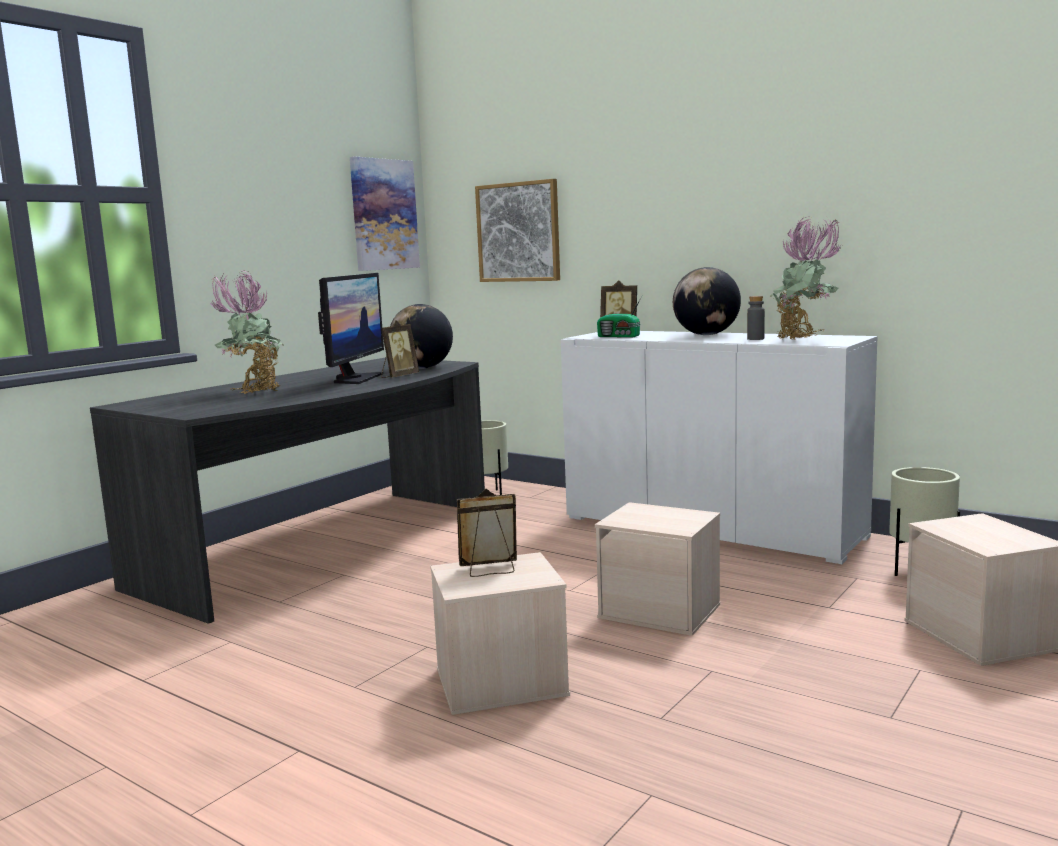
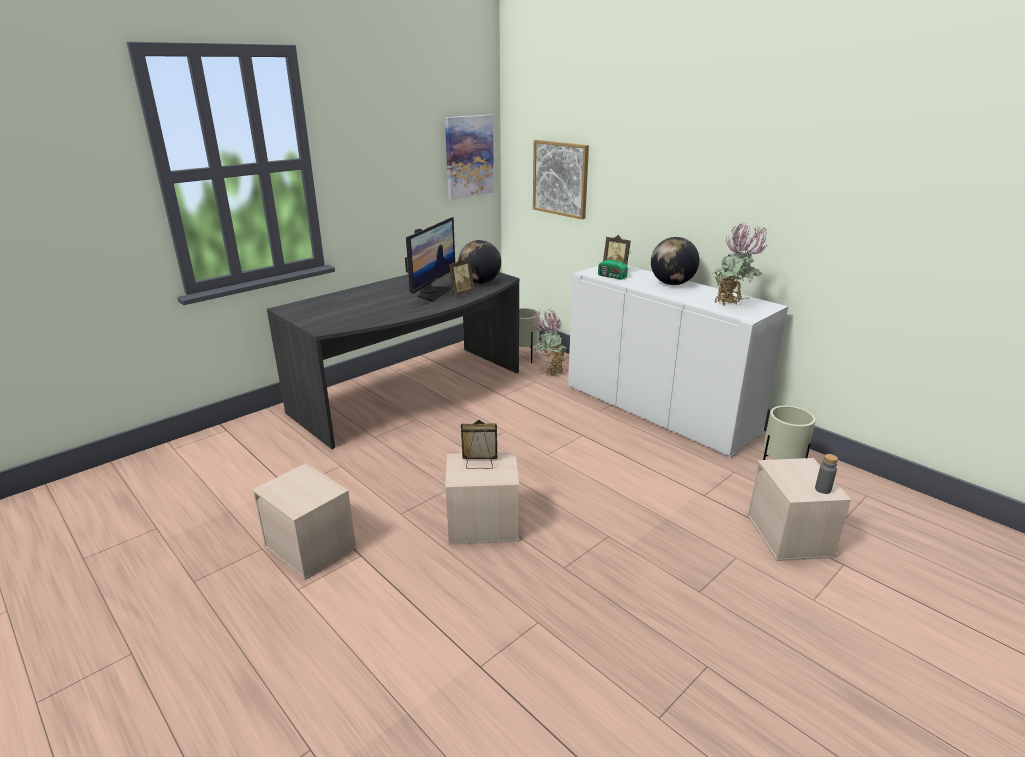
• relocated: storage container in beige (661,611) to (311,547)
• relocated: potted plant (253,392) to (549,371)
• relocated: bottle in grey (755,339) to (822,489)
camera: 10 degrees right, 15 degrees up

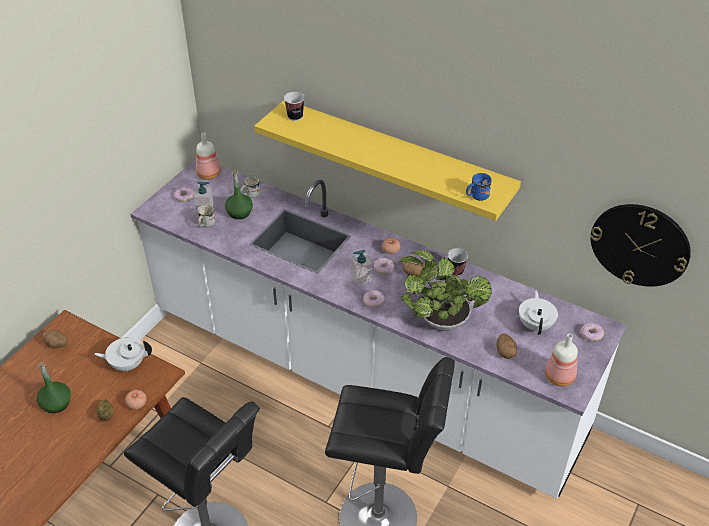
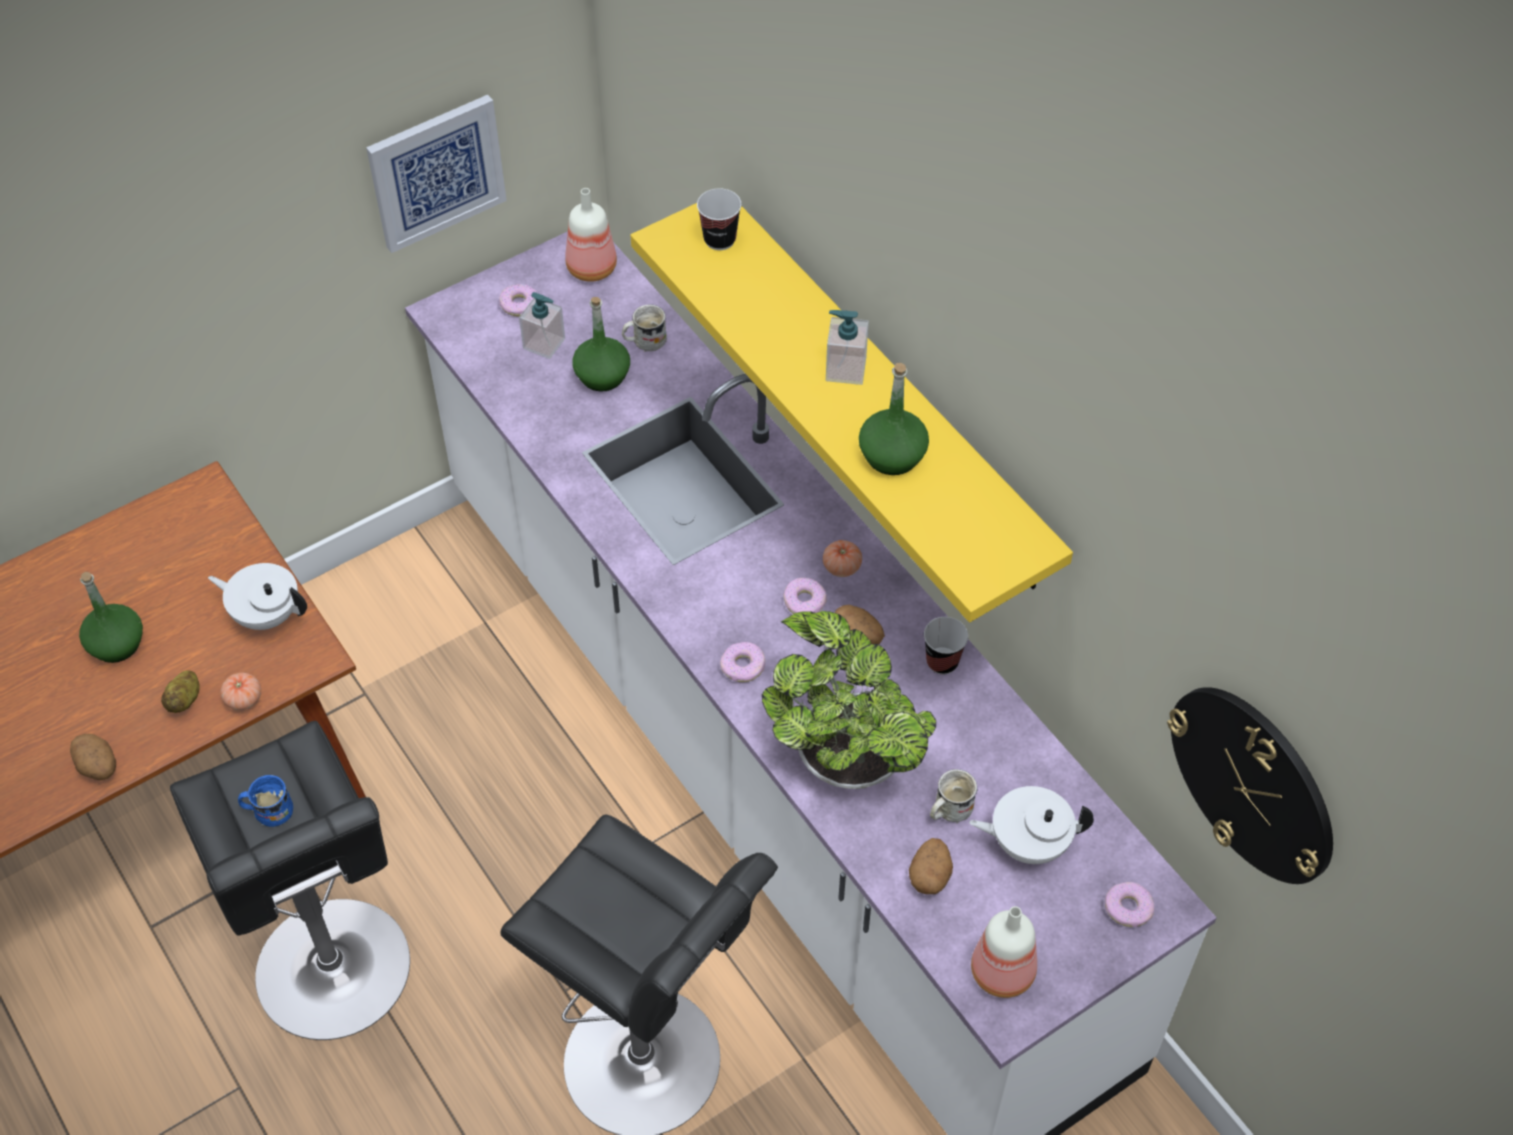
• relocated: spud (57,344) to (98,767)
• relocated: tea mug in blue (476,196) to (268,811)
• appeared: wall picture (436,172)
• relocated: liquid soap bottle (361,277) to (845,369)
• appeared: bottle in greenish (892,455)
• relocated: tea mug in white (205,224) to (948,810)
• spun: teapot in white (535,325) = (1028,842) 120 degrees counterclockwise
camera: 25 degrees right, 10 degrees up

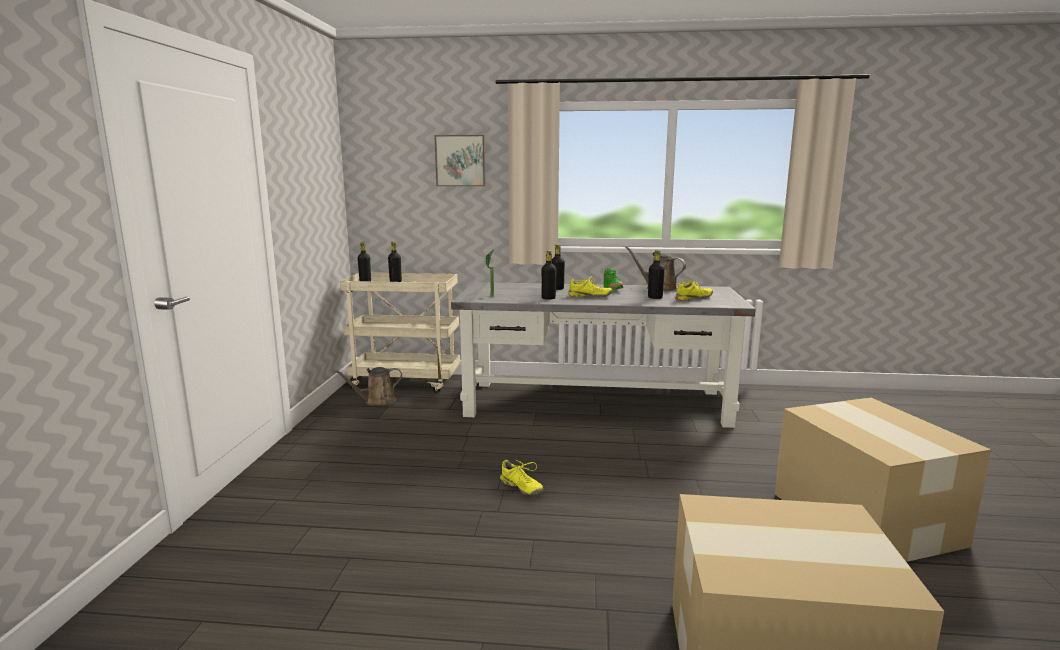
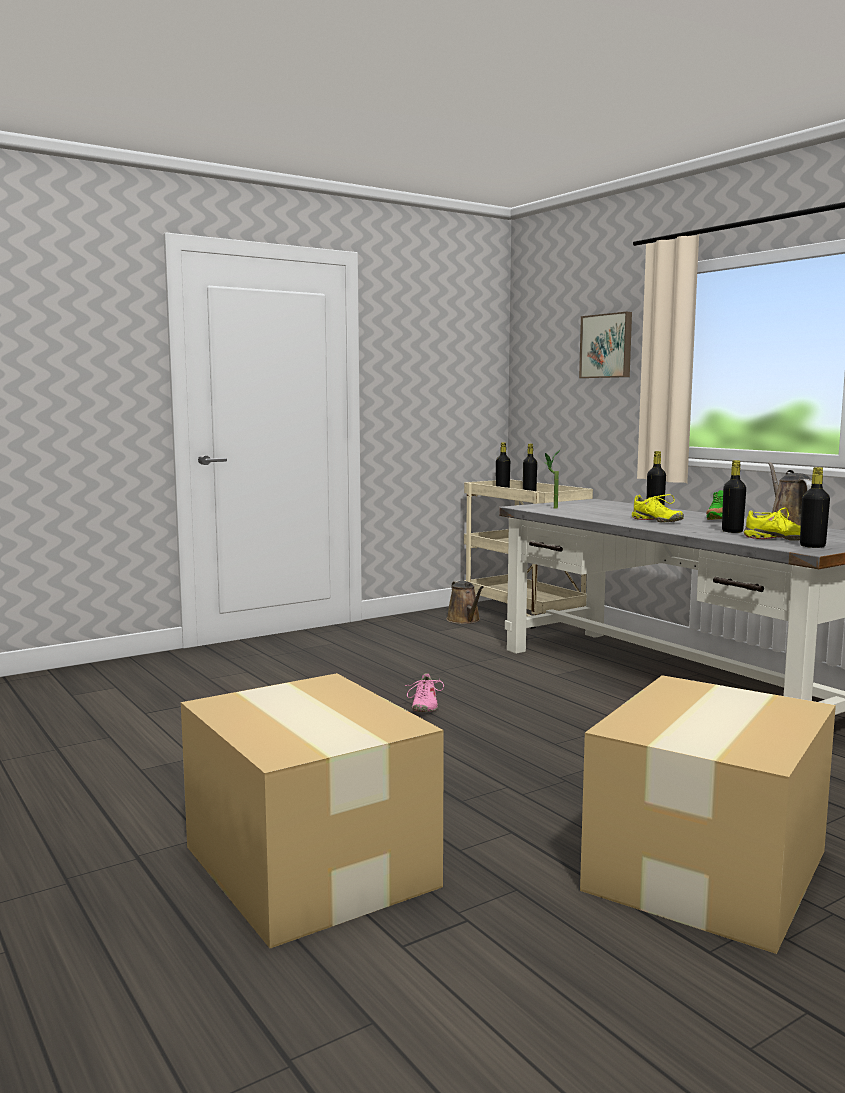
• colour: item of footwear in yellow-coloured (521,487) to item of footwear in pink (424,706)
• spun: watering pot in brown-coloured (377,401) = (465,620) 135 degrees counterclockwise
• relocated: bottle in black (548,298) to (812,546)
camera: 50 degrees right, 5 degrees down

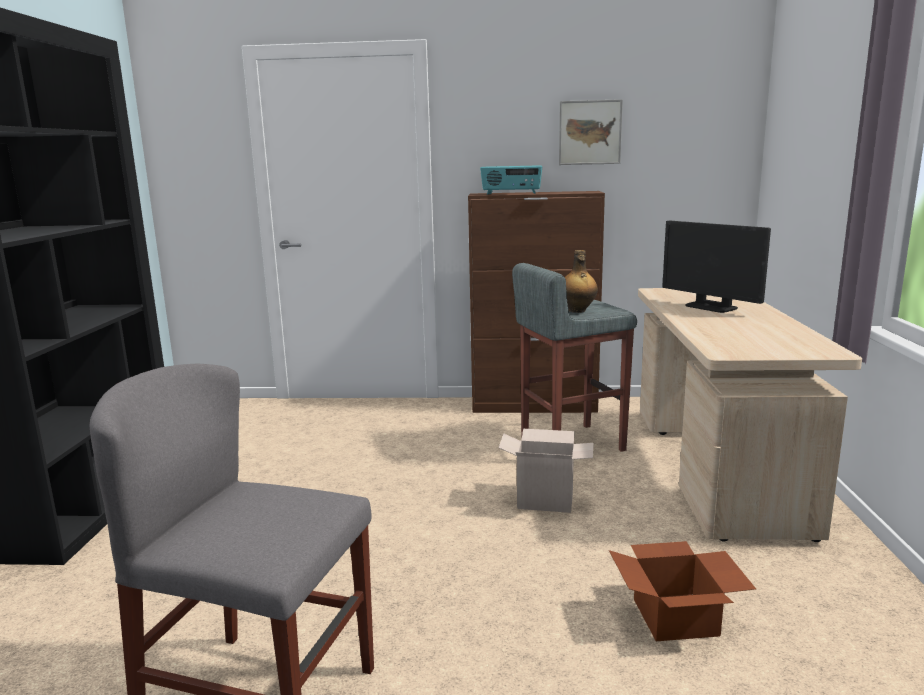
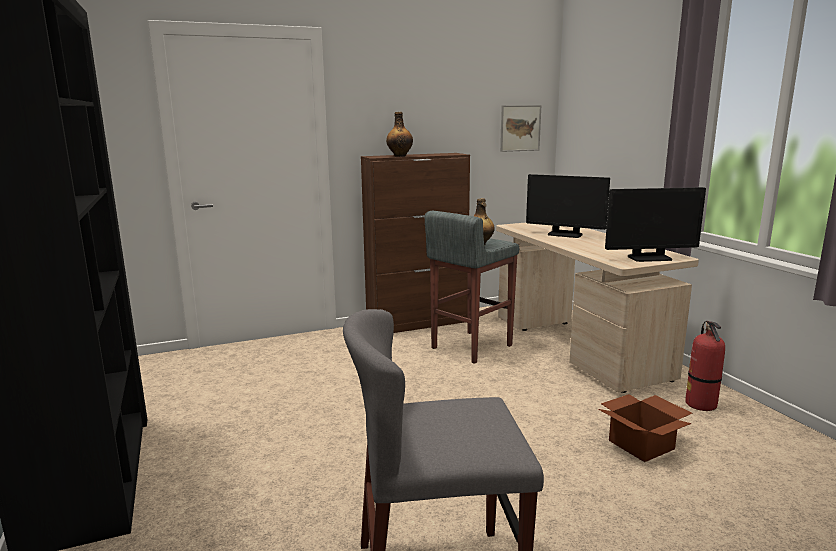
• exchanged: radio set (511,193) to bottle (400,156)
• relocated: wall picture (590,132) to (520,128)
• appeared: computer display (649,258)
• appeared: extinguisher (701,404)
• missing: packing box (547,501)
camera: 25 degrees left, 0 degrees up

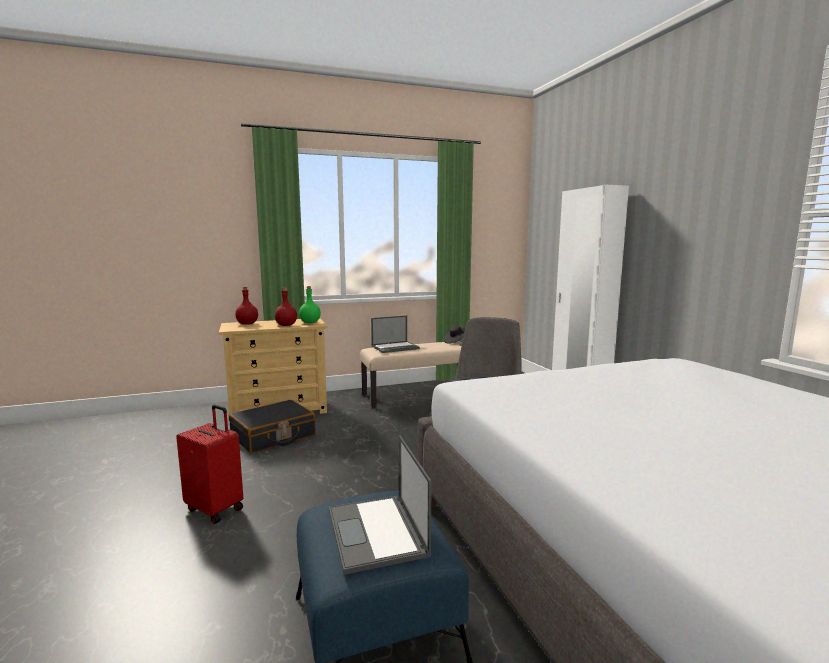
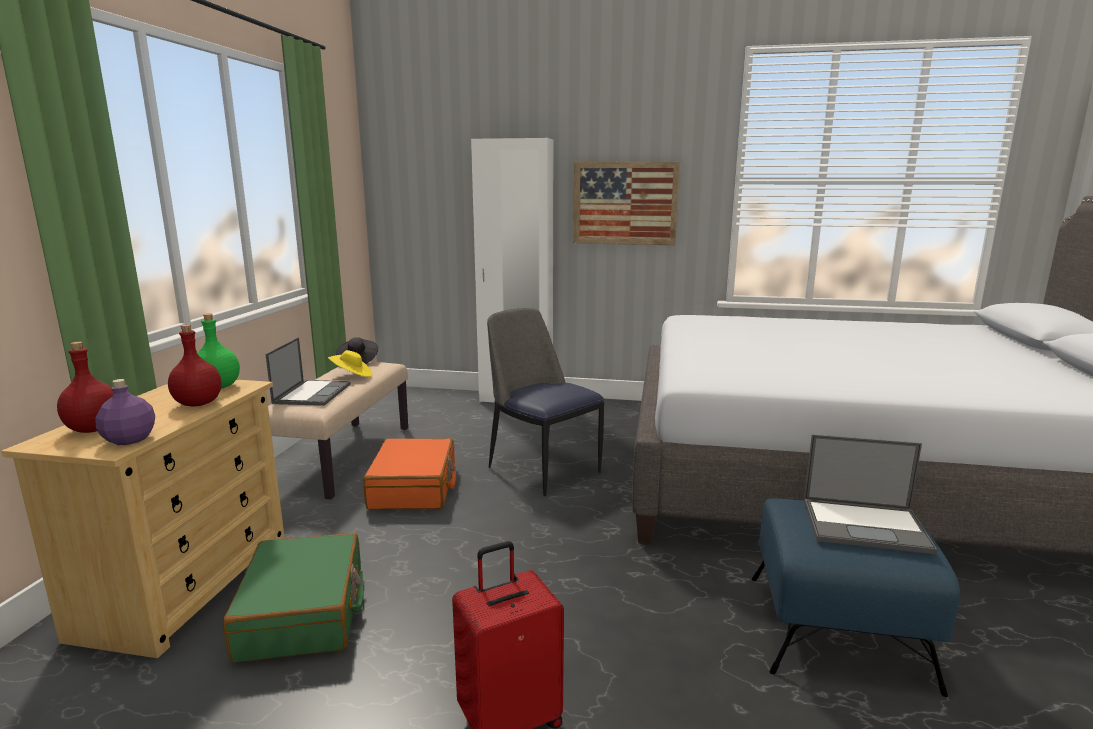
• appeared: bottle in purple (129,439)
• colour: piece of luggage in black (273,436) to piece of luggage in greenish (303,613)
• appeared: clothing hat in yellow-coloured (352,376)
• appeared: piece of luggage in orange-coloured (414,488)
• appeared: wall picture (625,203)
camera: 60 degrees left, 5 degrees up

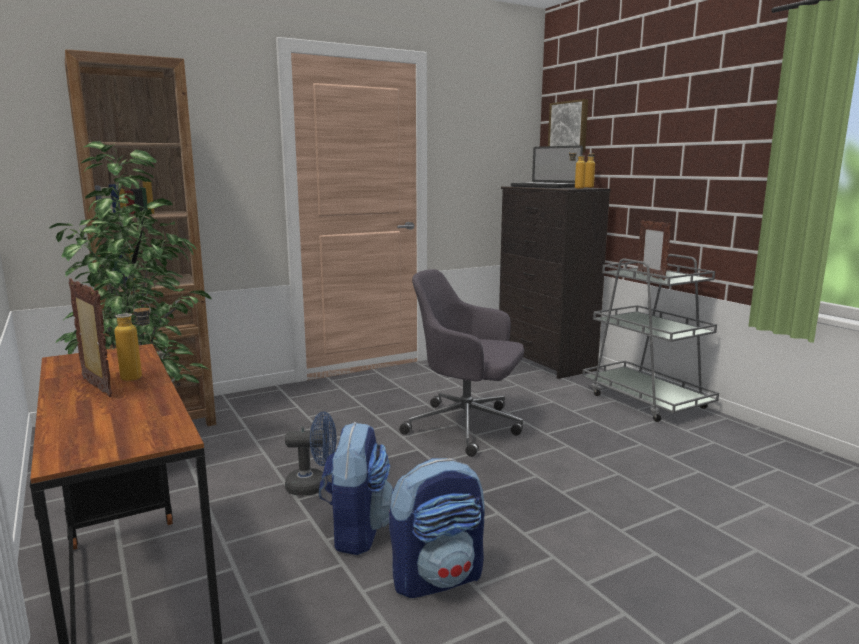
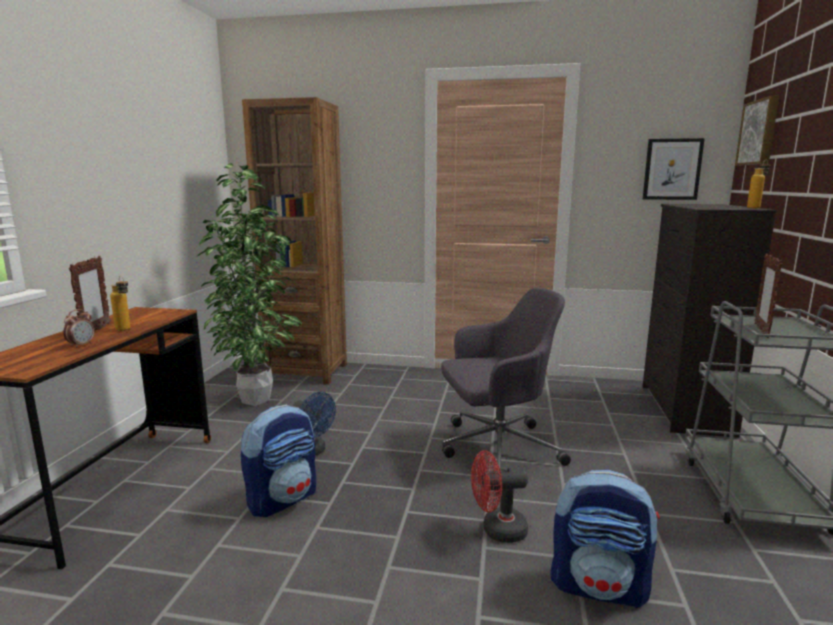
• appeared: table clock (81,345)
• spun: office chair in grey (467,427) = (496,448) 105 degrees clockwise
• appeared: cooling fan in reddish (497,530)
• relocated: rucksack (438,578) to (599,586)
• appeared: wall picture (672,169)
• missing: notebook computer (545,186)
• missing: bottle (575,188)
camera: 40 degrees right, 0 degrees up

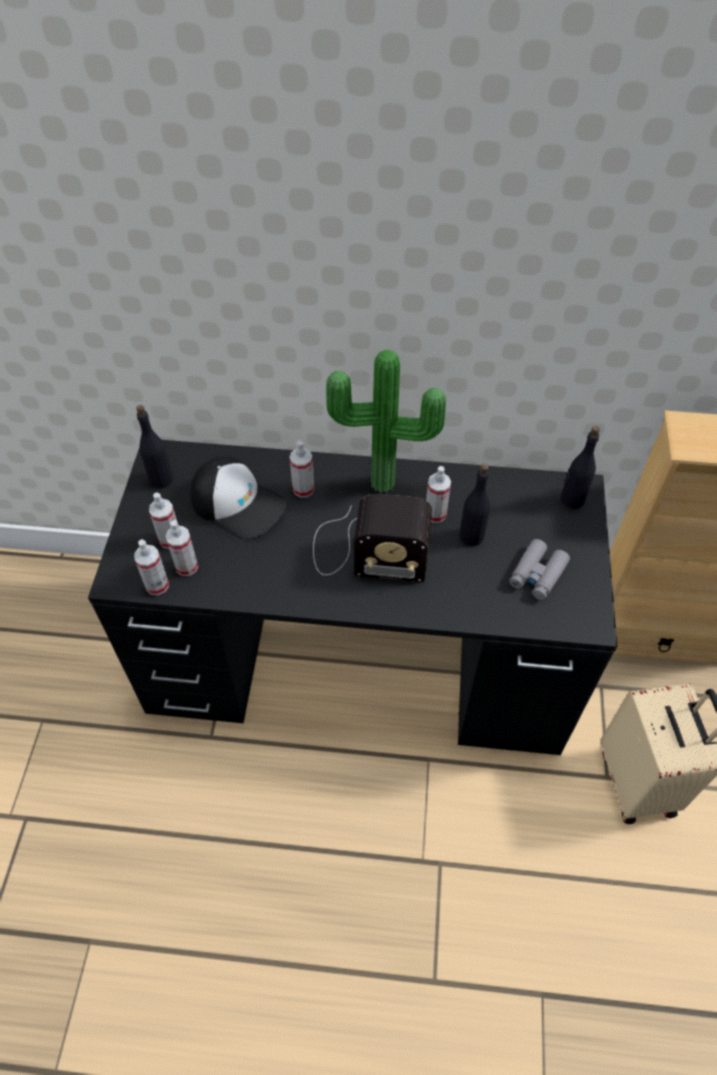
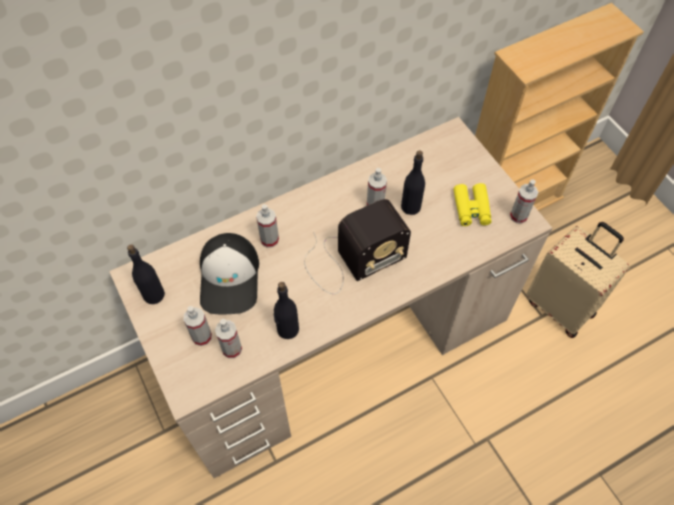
• colour: desk in black (360,659) to desk in beige (337,339)
• spun: cap (238,503) = (230,278) 90 degrees clockwise
• relocated: bottle in black (571,499) to (287,329)
• colour: pair of binoculars in grey (537,574) to pair of binoculars in yellow-coloured (471,209)
• relocated: sprayer (157,585) to (518,216)
• missing: potted plant (383,487)
camera: 35 degrees left, 5 degrees up

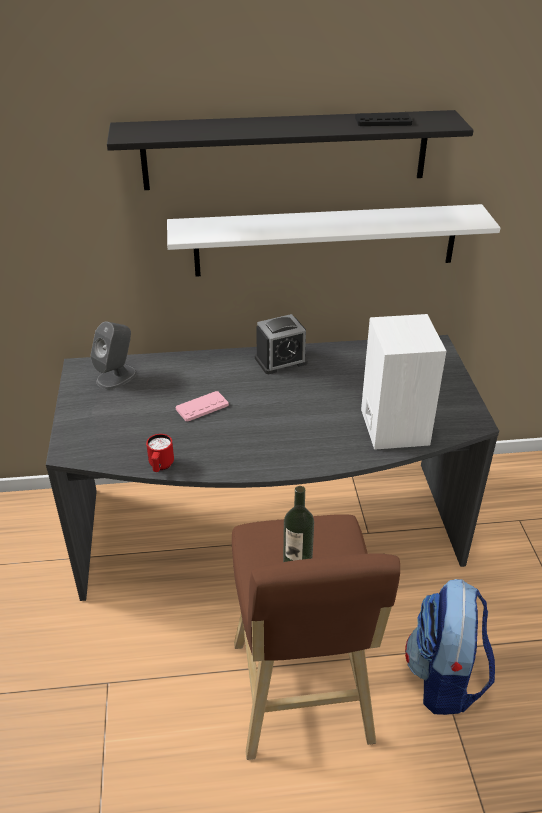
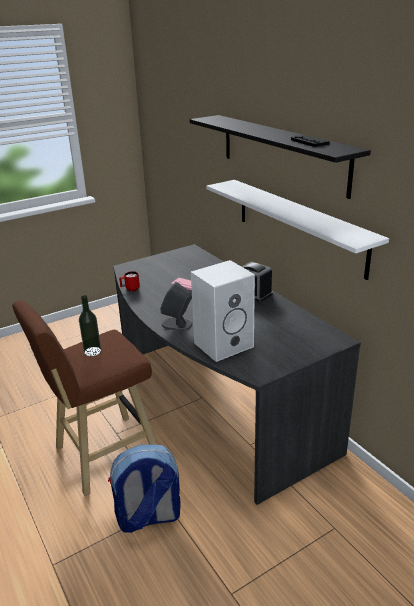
• relocated: speaker in grey (117,377) to (177,324)
camera: 65 degrees right, 10 degrees down

